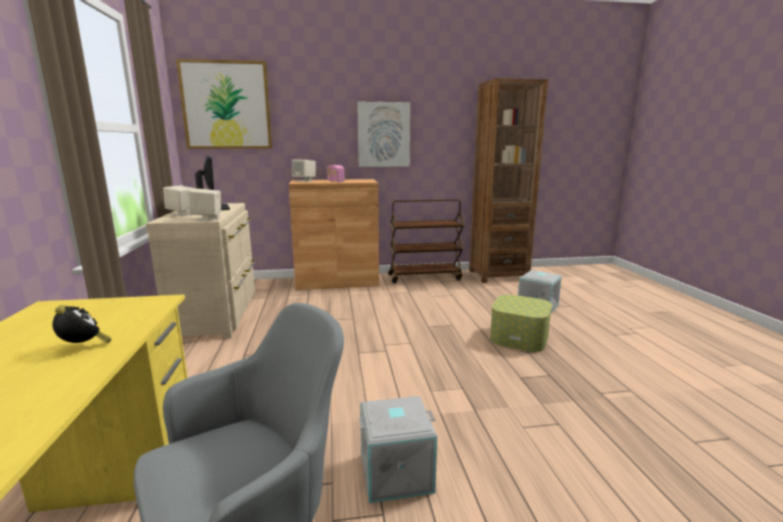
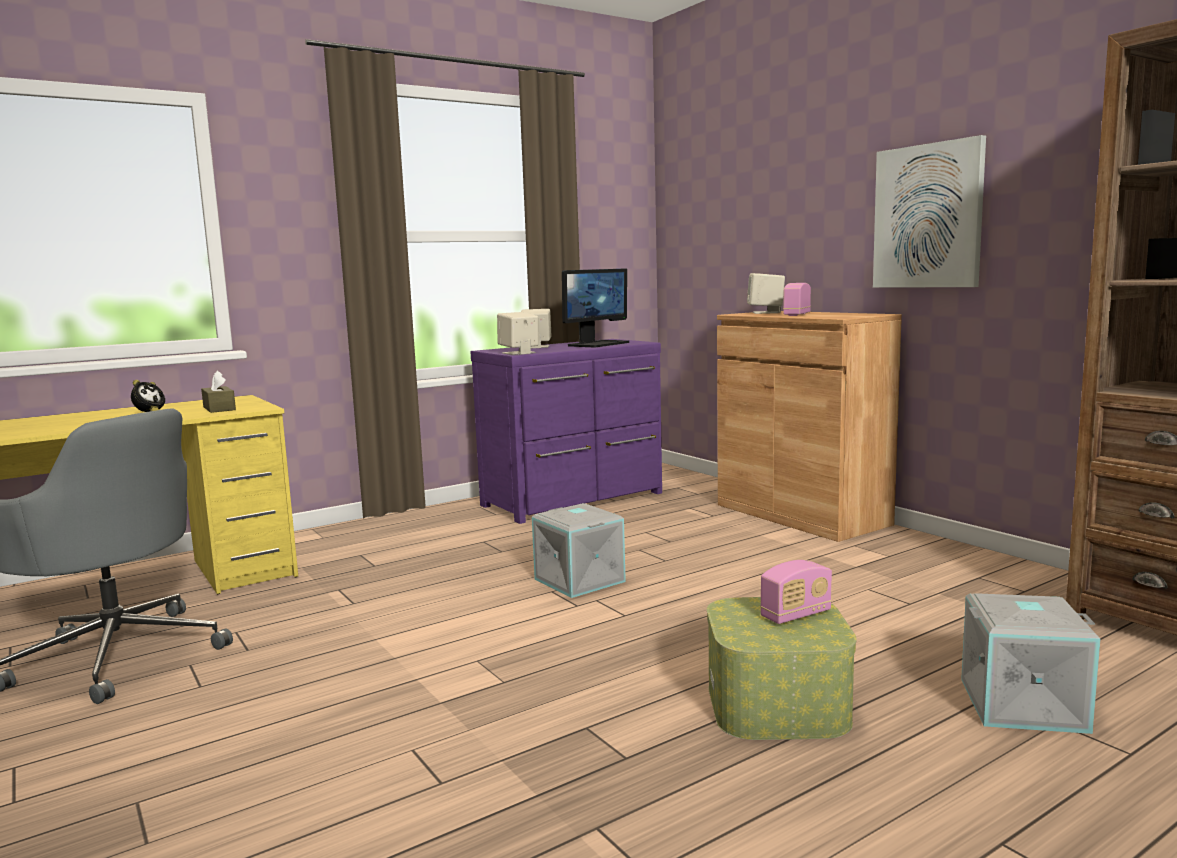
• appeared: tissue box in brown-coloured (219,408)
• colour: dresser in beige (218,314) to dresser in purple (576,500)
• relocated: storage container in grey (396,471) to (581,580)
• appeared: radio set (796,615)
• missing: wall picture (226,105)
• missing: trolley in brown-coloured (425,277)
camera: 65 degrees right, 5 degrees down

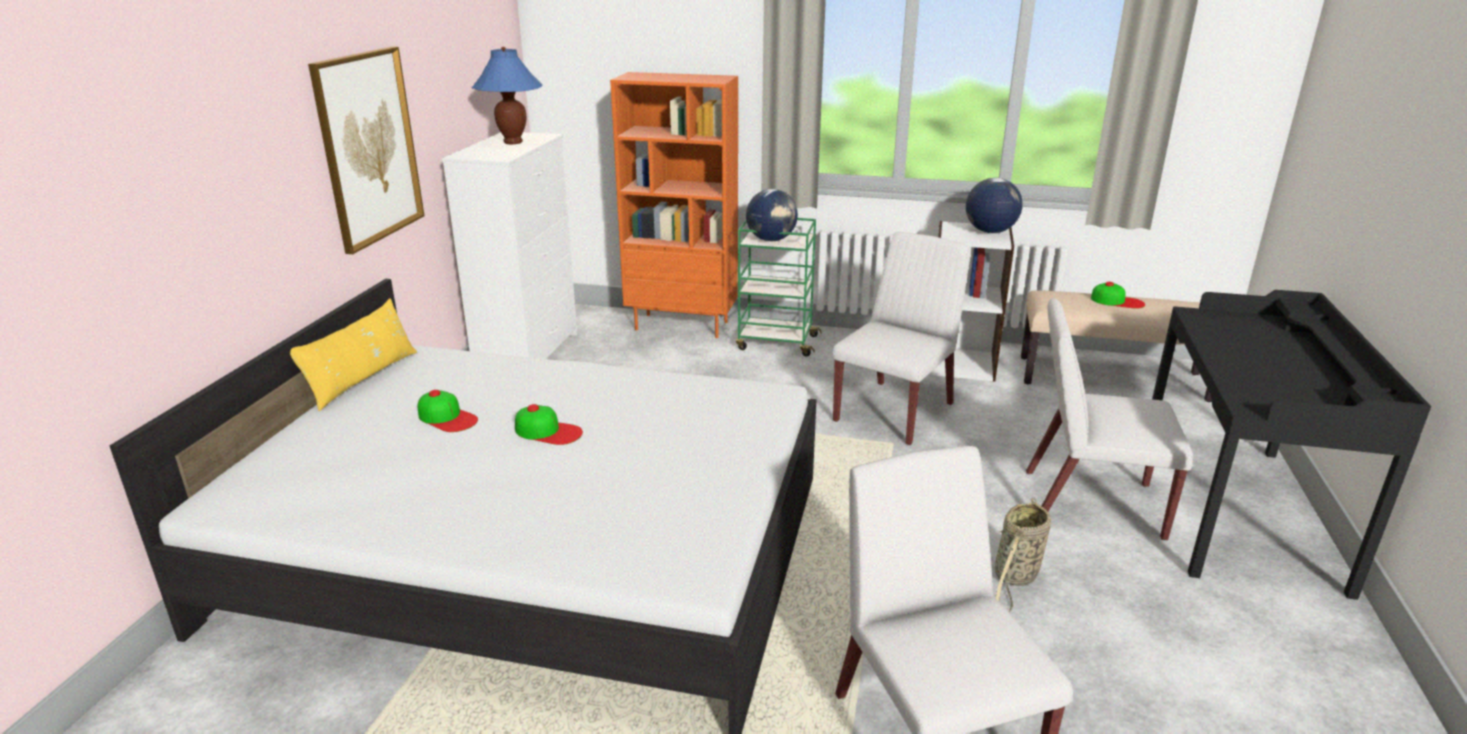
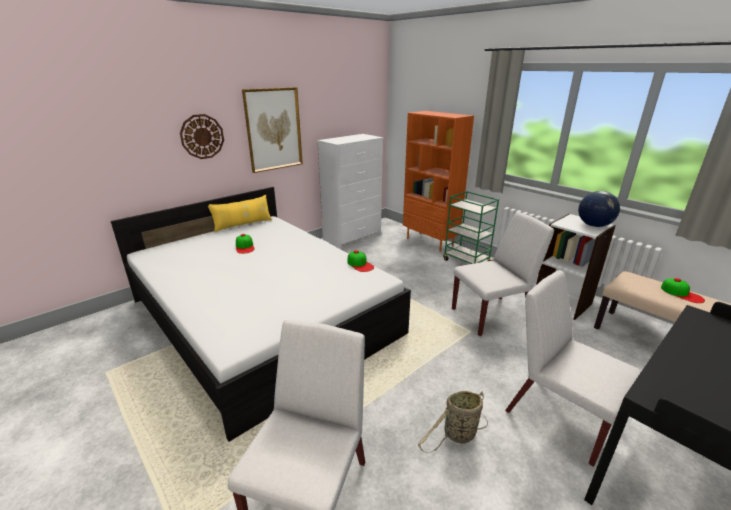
• appeared: clock on the wall (202,136)
• relocated: cap (548,431) to (360,264)
• missing: table lamp in blue (513,142)
• missing: world globe (771,240)
camera: 35 degrees right, 0 degrees up

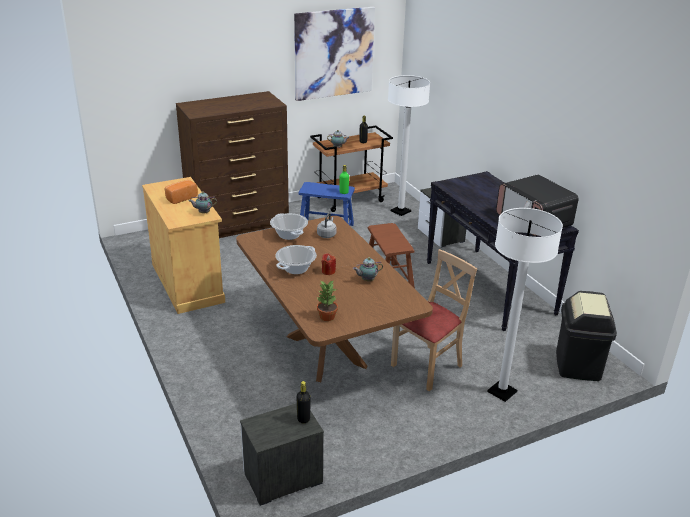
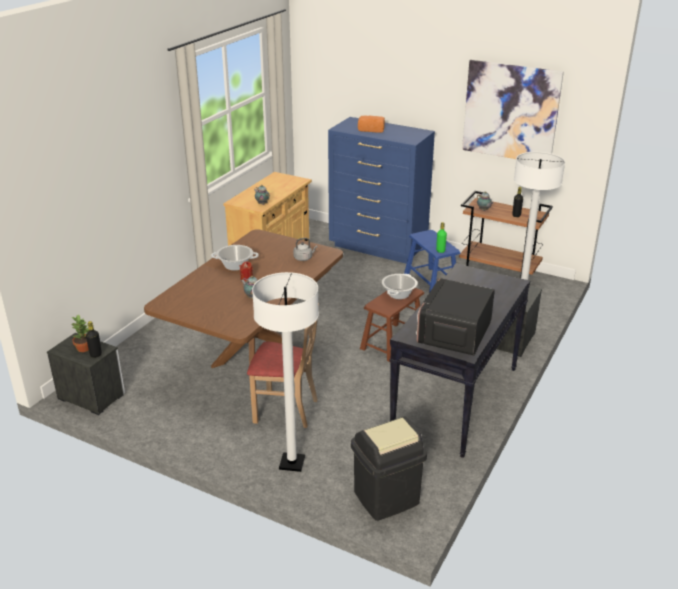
• relocated: potted plant (326,317) to (83,348)
• colour: dresser in brown-coloured (239,225) to dresser in blue (378,247)
• relocated: bakery bread (180,198) to (371,130)
• relocated: saucepot (289,235) to (398,294)
camera: 55 degrees right, 0 degrees up

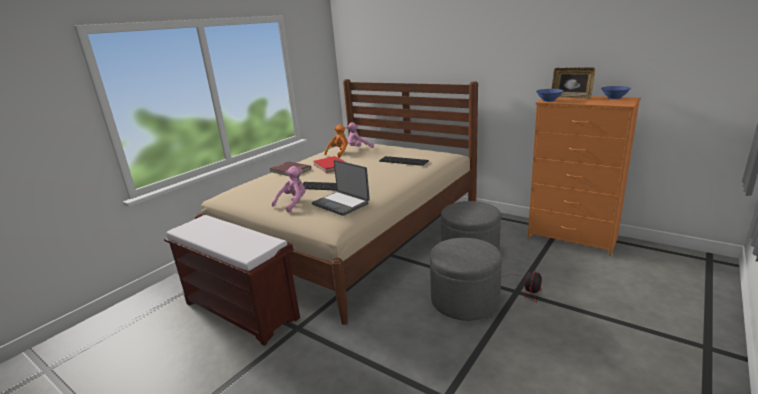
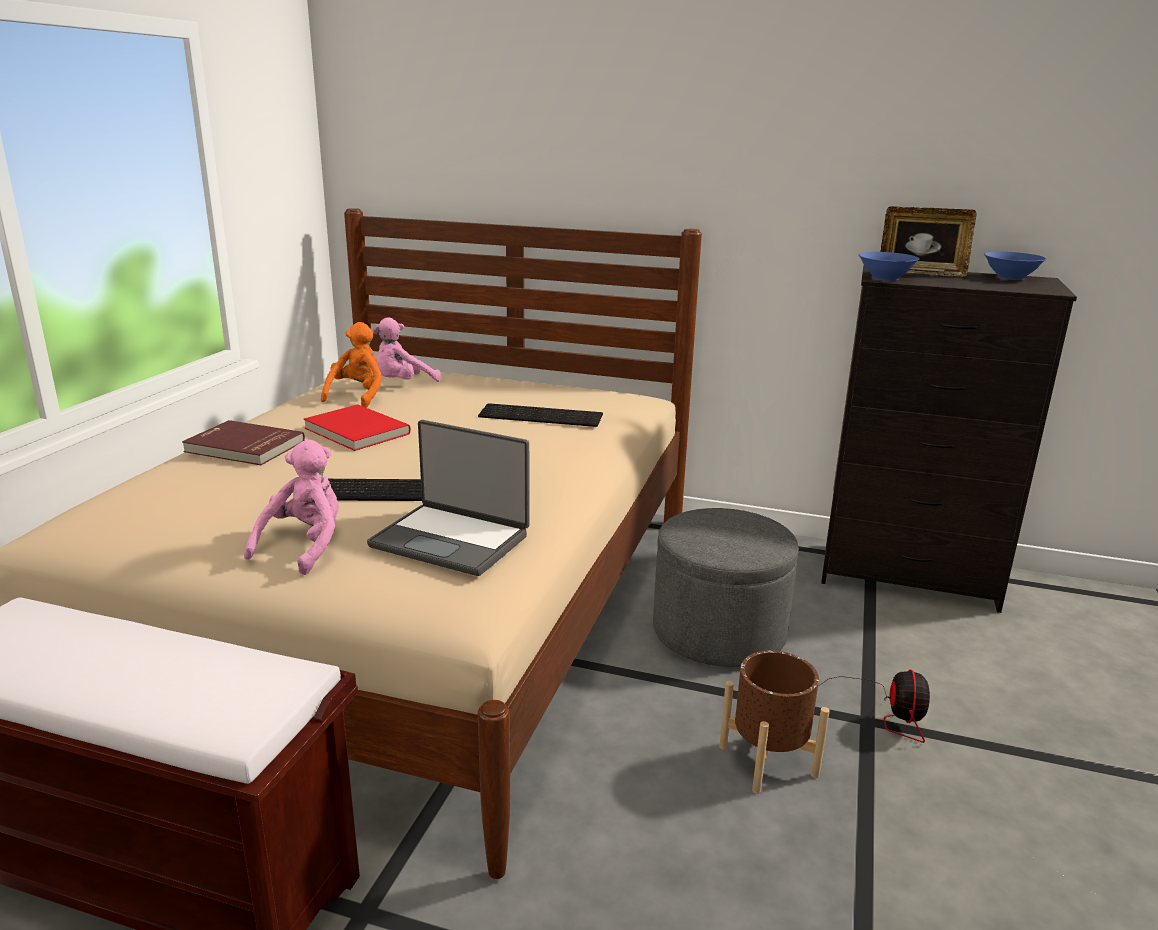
• exchanged: ottoman in grey (465,301) to plant pot in brown-coloured (768,760)
• colour: dresser in orange-coloured (572,238) to dresser in black (909,578)
camera: 20 degrees left, 0 degrees up

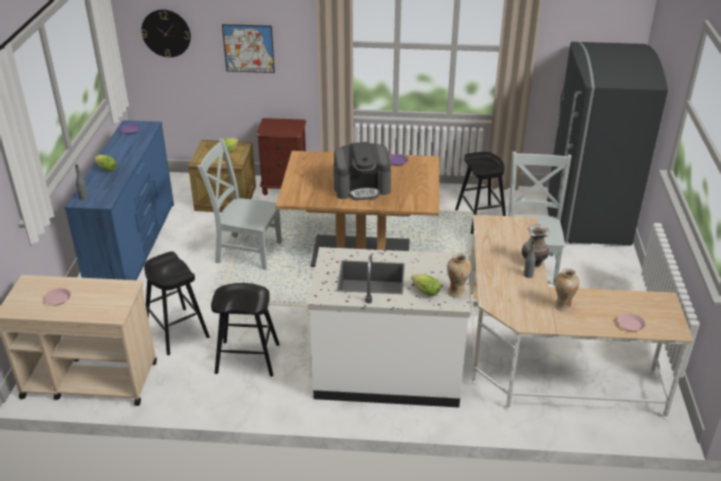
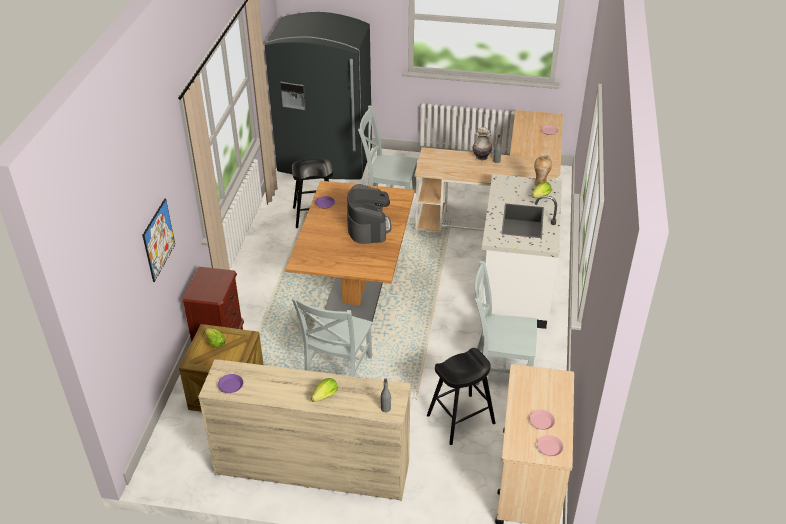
• colour: dresser in blue (134,247) to dresser in beige (312,467)
• exchanged: stool seat in black (247,358) to plain chair in grey (499,368)
• appeared: plate in pink (549,448)
• missing: clock on the wall (166,33)
• missing: flower vase (563,306)
camera: 85 degrees left, 5 degrees up

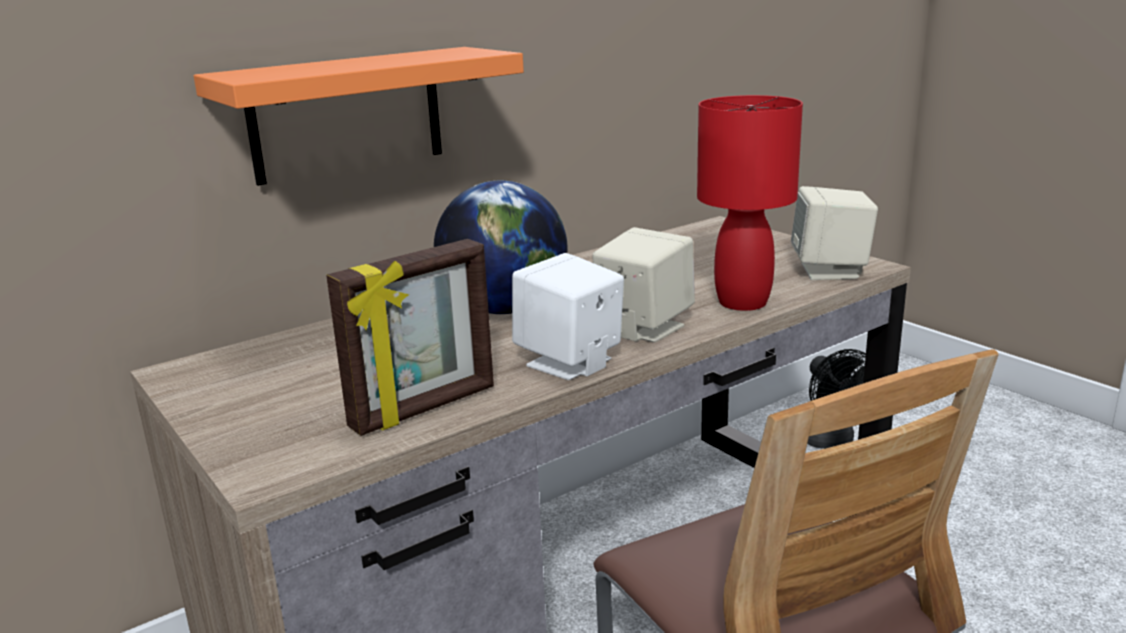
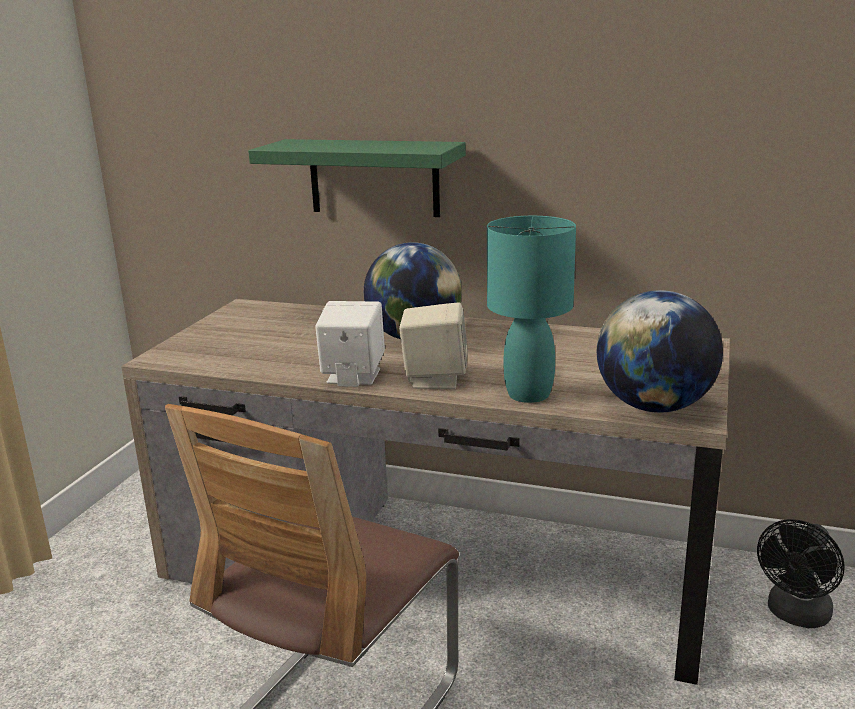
• colour: shelf in orange-coloured (347,114) to shelf in greenish (374,177)
• colour: table lamp in reddish (743,303) to table lamp in turquoise (528,394)
• exchanged: speaker in beige (830,271) to world globe (654,406)
• missing: standing frame (425,408)
camera: 55 degrees right, 0 degrees up

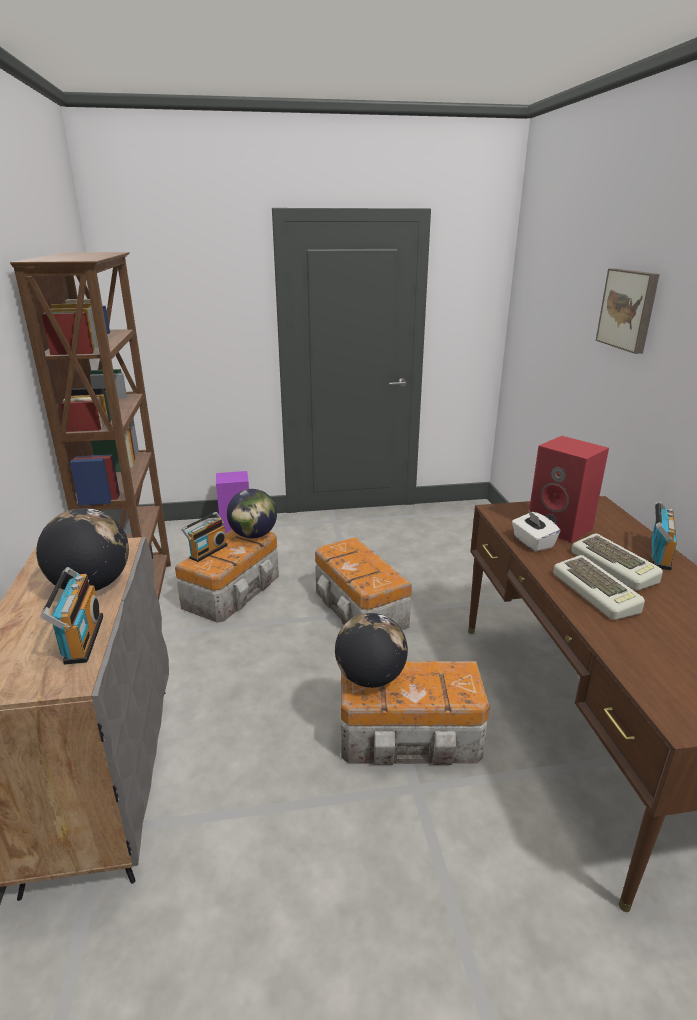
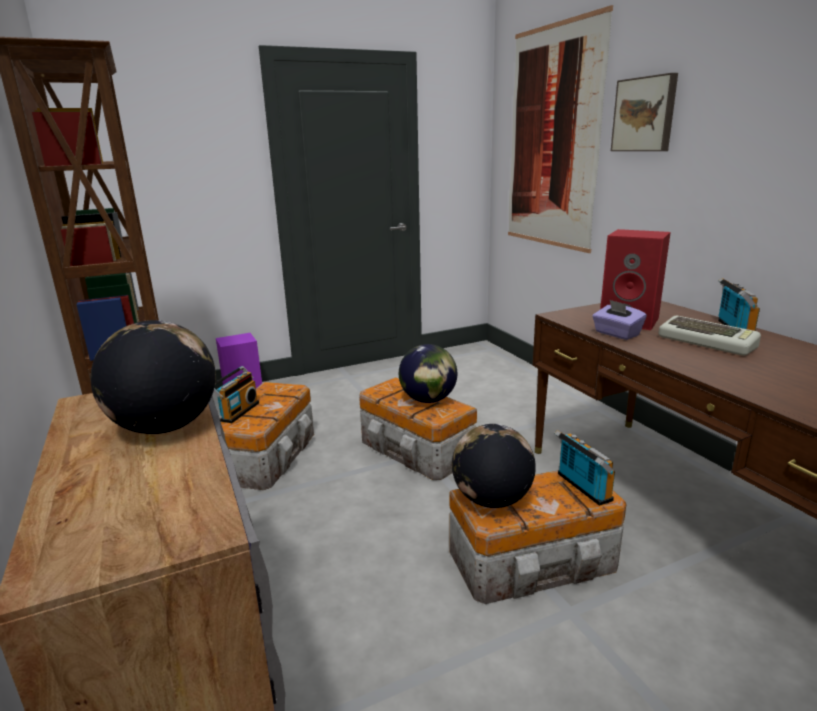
• relocated: world globe (253,535) to (428,400)
• appeared: wall picture (552,139)
• relocated: radio set (80,639) to (581,487)
• colour: tissue box in white (532,542) to tissue box in purple (616,334)
• missing: PC keyboard (597,593)
camera: 15 degrees left, 5 degrees down

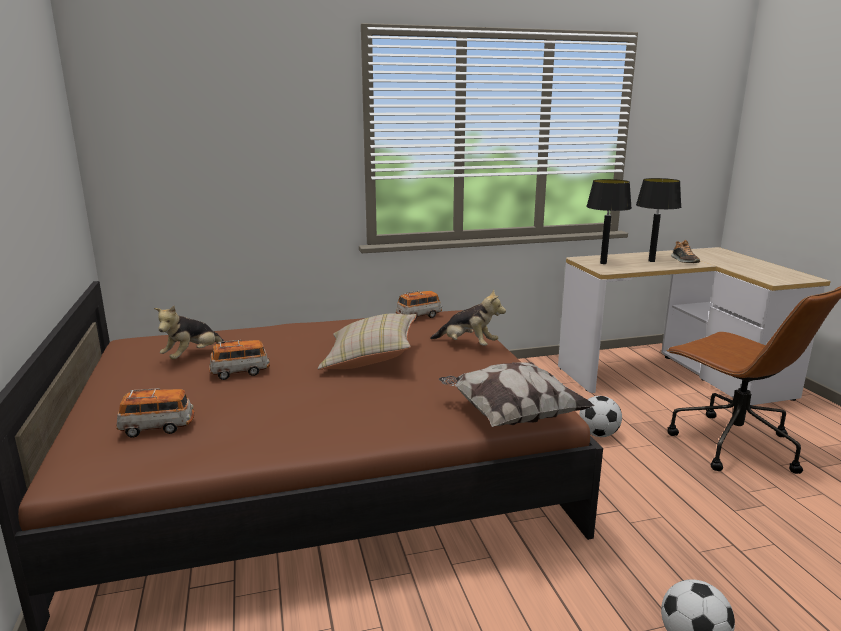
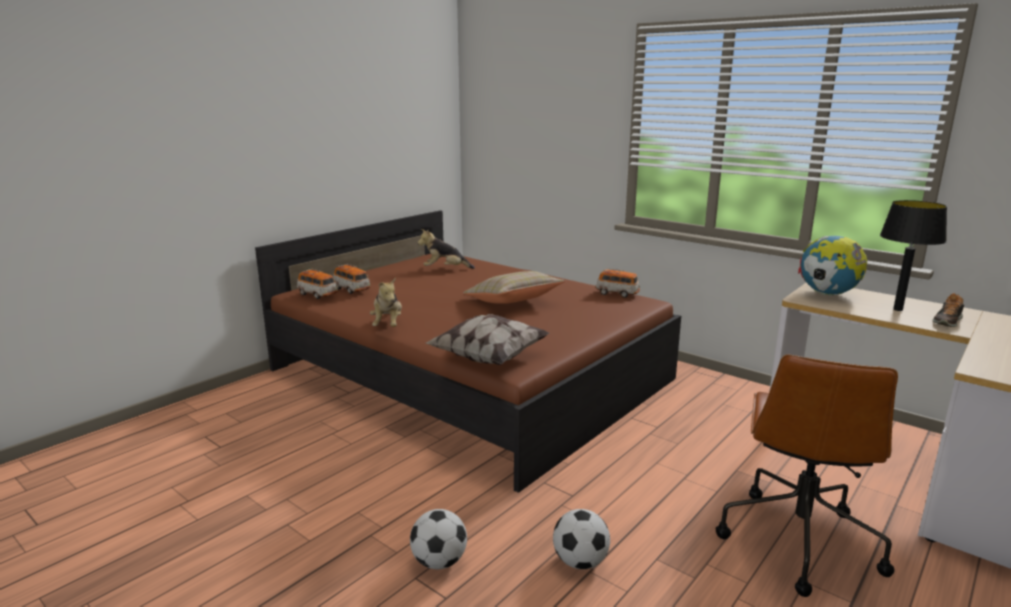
• relocated: model car (240,372) to (318,295)
• relocated: plush toy (467,345) to (388,325)
• relocated: ball for football (598,434) to (580,561)
• exchanged: table lamp in black (603,263) to world globe (827,294)
camera: 55 degrees right, 0 degrees up

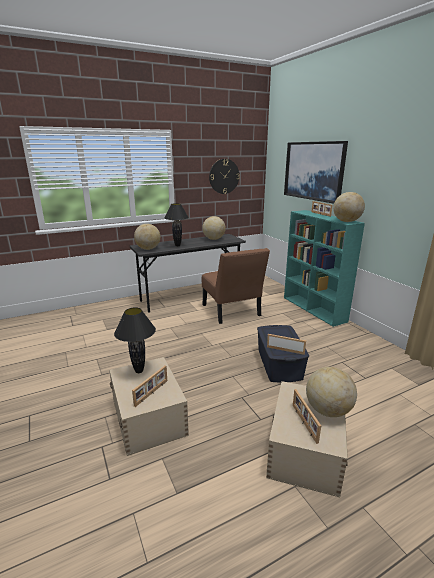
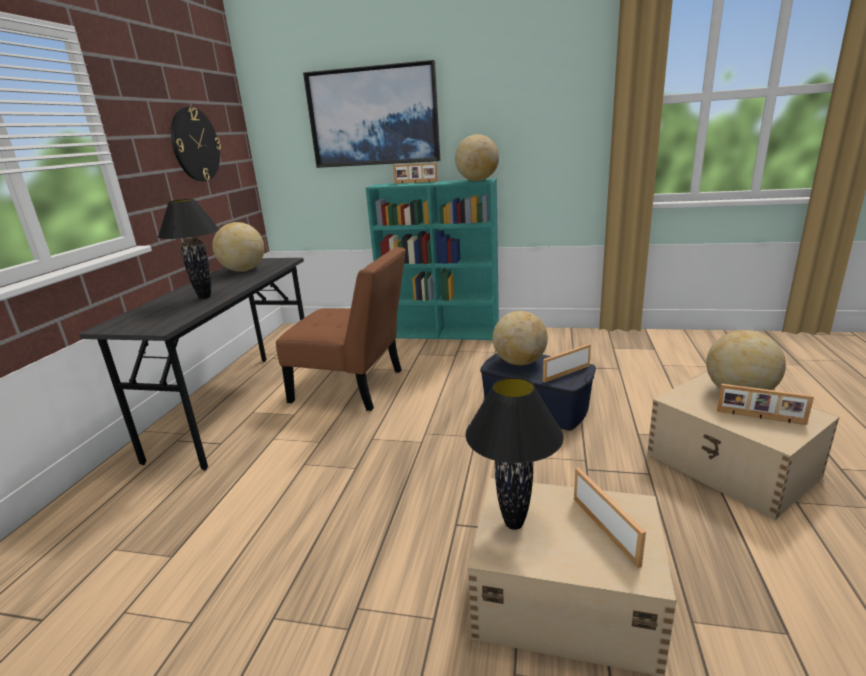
• relocated: world globe (148,249) to (519,362)
camera: 50 degrees left, 0 degrees up

